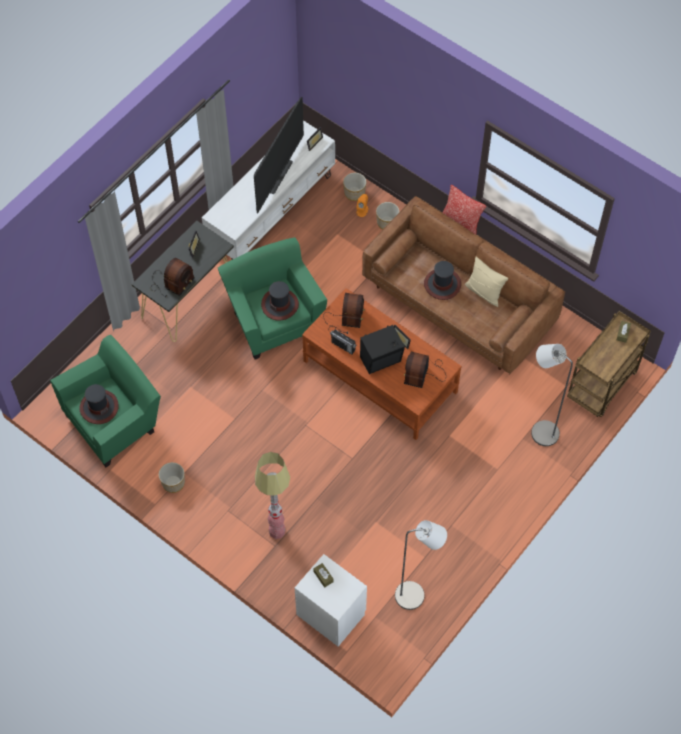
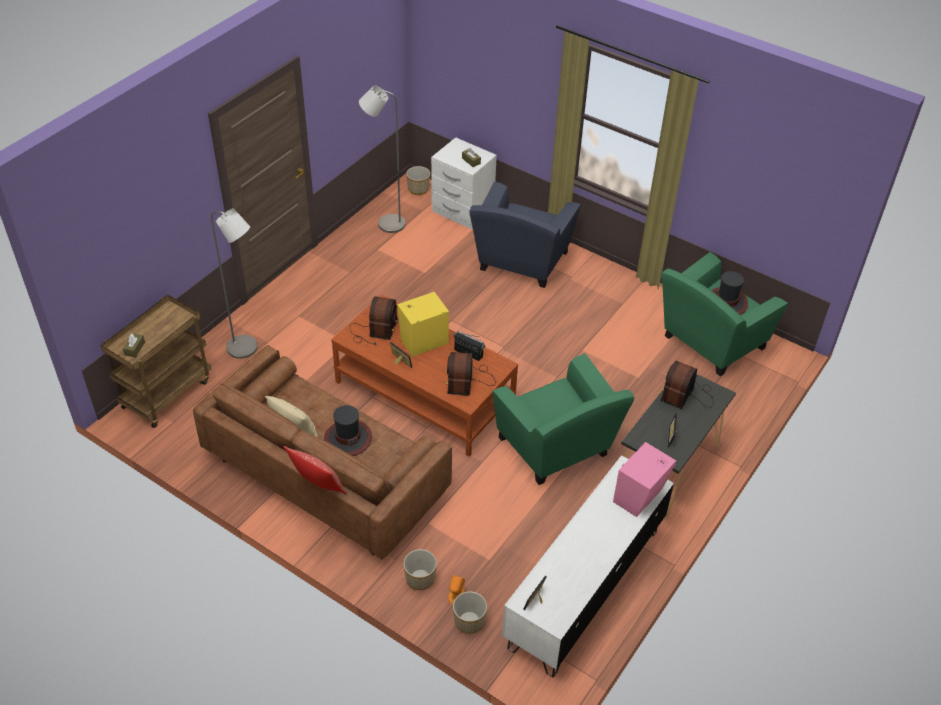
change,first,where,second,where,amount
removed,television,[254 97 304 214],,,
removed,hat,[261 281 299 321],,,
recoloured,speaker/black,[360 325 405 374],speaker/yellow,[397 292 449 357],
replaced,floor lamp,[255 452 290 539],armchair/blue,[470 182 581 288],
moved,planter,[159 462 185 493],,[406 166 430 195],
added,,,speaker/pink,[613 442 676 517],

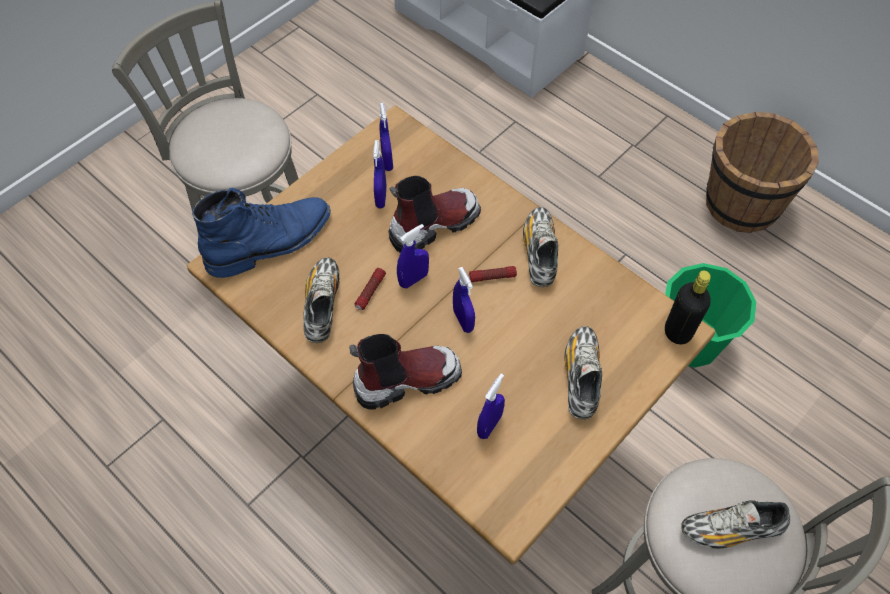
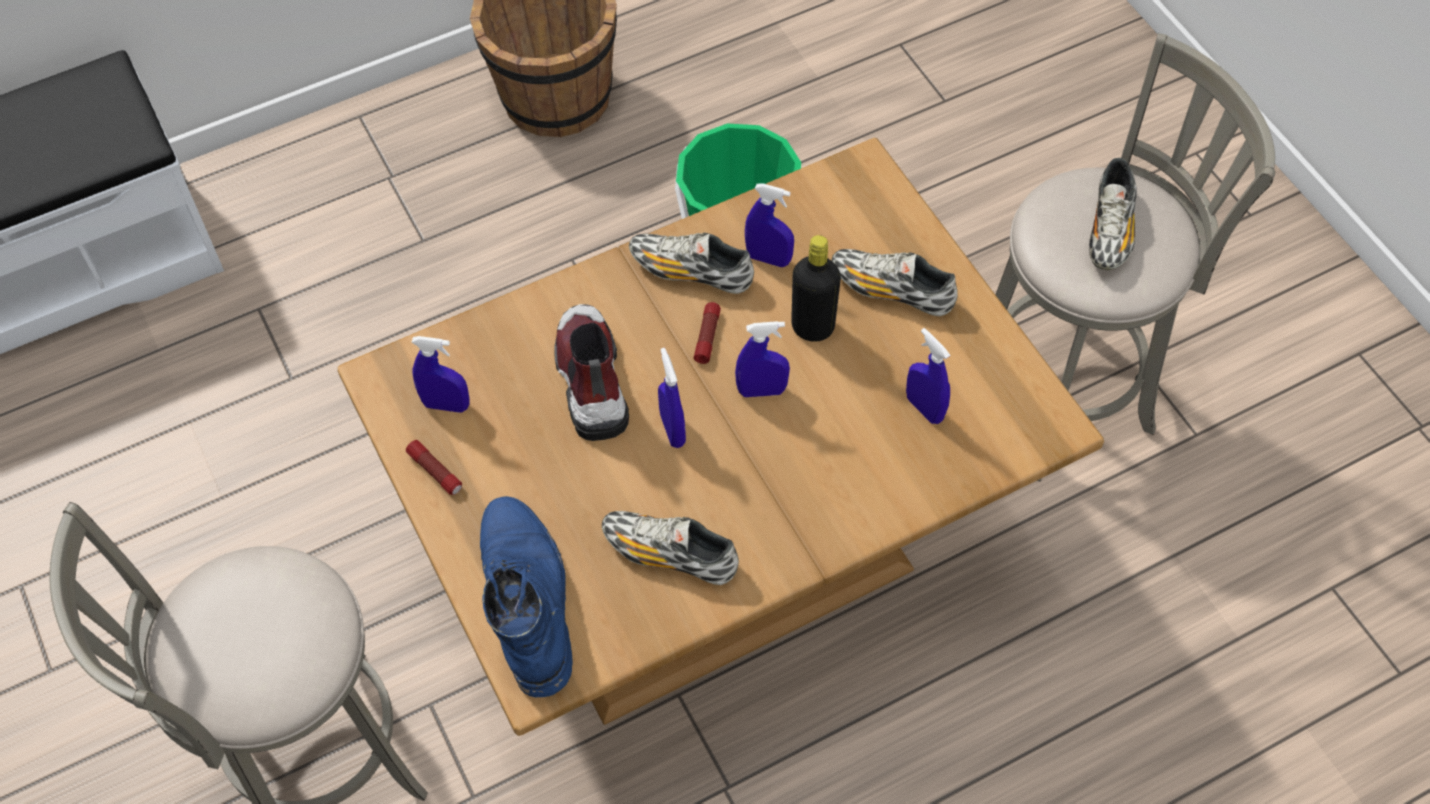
change,first,where,second,where,amount
moved,spray bottle/blue,[373 140 387 209],,[745 183 794 267],
moved,flashlight,[355 268 386 310],,[406 440 462 495],
moved,bottle/black,[665 270 711 345],,[791 235 841 342],
removed,boot,[349 334 462 410],,,

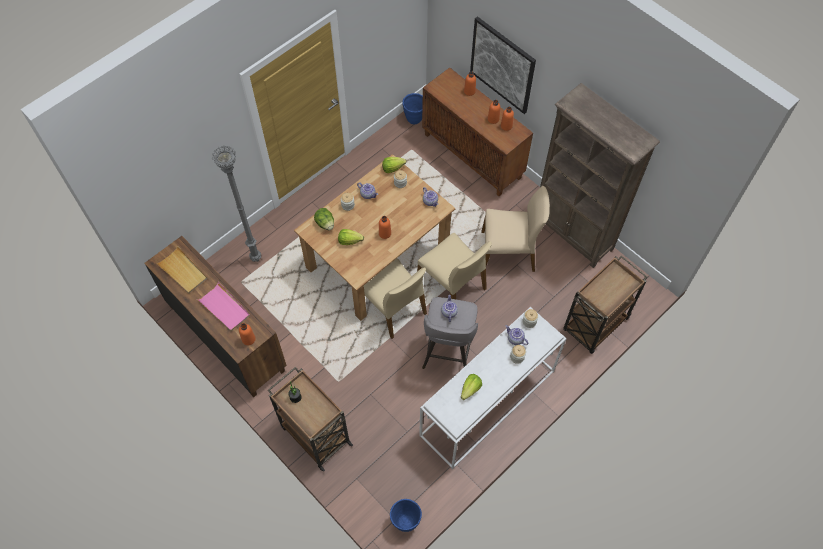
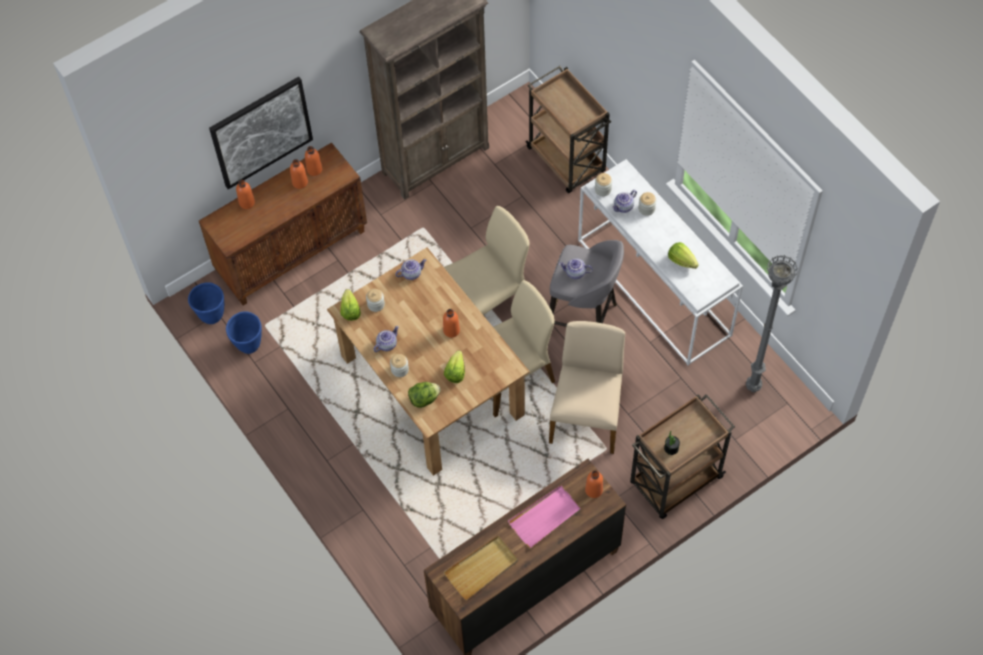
change,first,where,second,where,amount
moved,floor lamp/grey,[212 146 261 262],,[746 255 798 392],
moved,chair/beige,[482 186 550 272],,[549 321 625 454],
moved,planter/blue,[390 499 422 532],,[226 311 262 354],

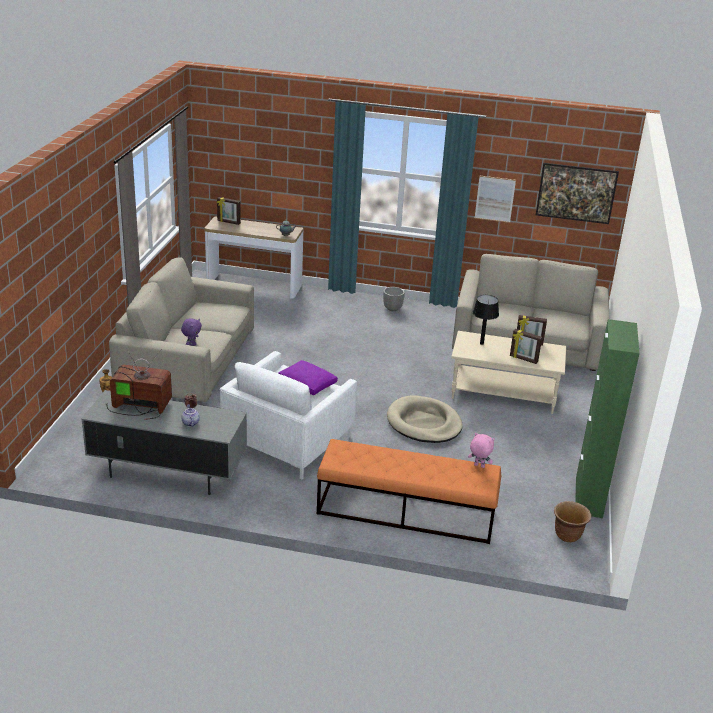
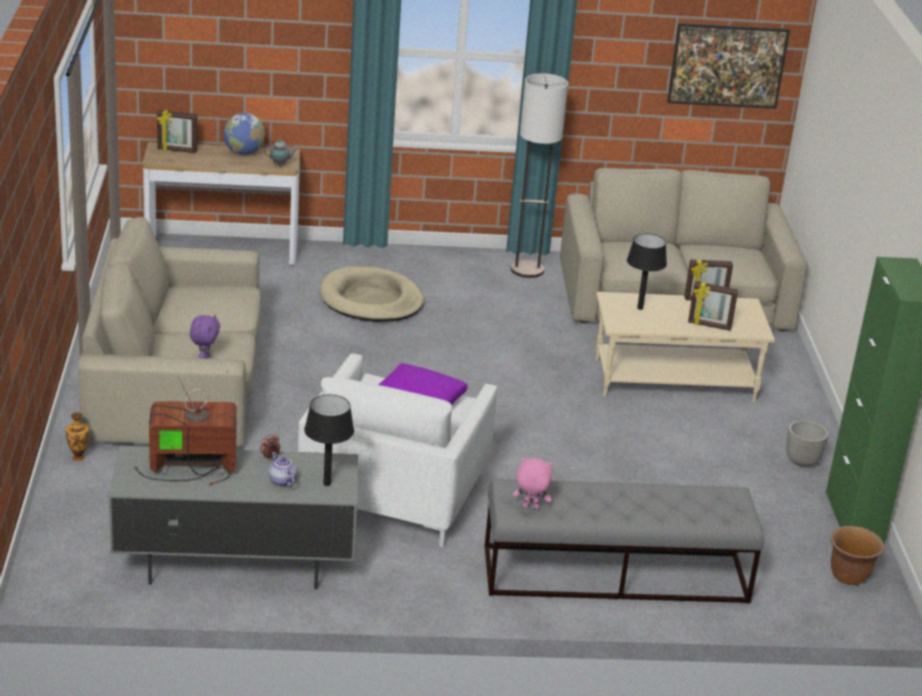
change,first,where,second,where,amount
removed,picture,[475 176 516 223],,,
moved,planter,[383 287 405 311],,[786 420 829 467],
moved,dog bed/beige,[387 395 463 443],,[320 266 424 322],
moved,plush toy/pink,[468 433 495 468],,[513 458 553 509],
recoloured,bench/orange,[317 439 501 544],bench/grey,[485 479 764 603],
added,,,floor lamp,[510 73 568 278],
added,,,globe,[223 113 265 155],
added,,,table lamp/black,[304 395 354 486],

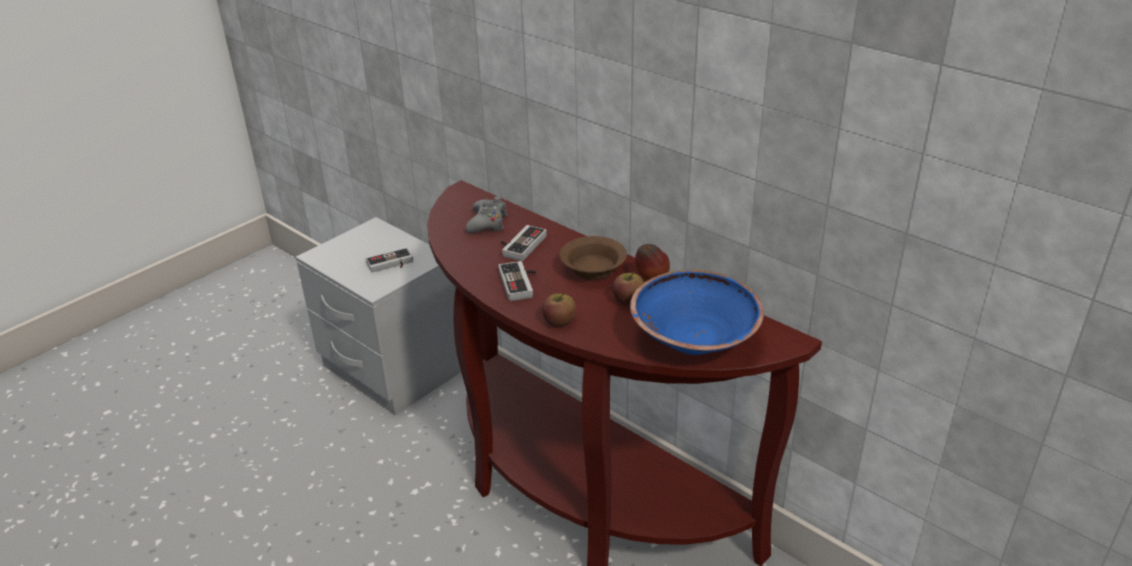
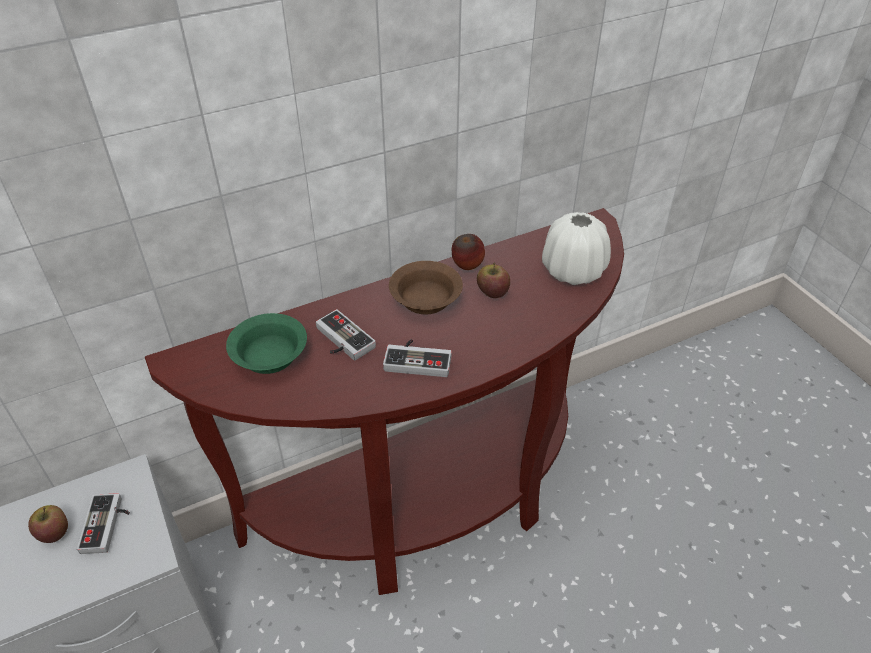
change,first,where,second,where,amount
replaced,game controller/grey,[465 196 508 233],bowl/green,[226 313 307 374],
replaced,bowl/blue,[630 270 764 355],vase/white,[542 212 611 285],
moved,apple,[542 293 576 327],,[28 505 68 543],

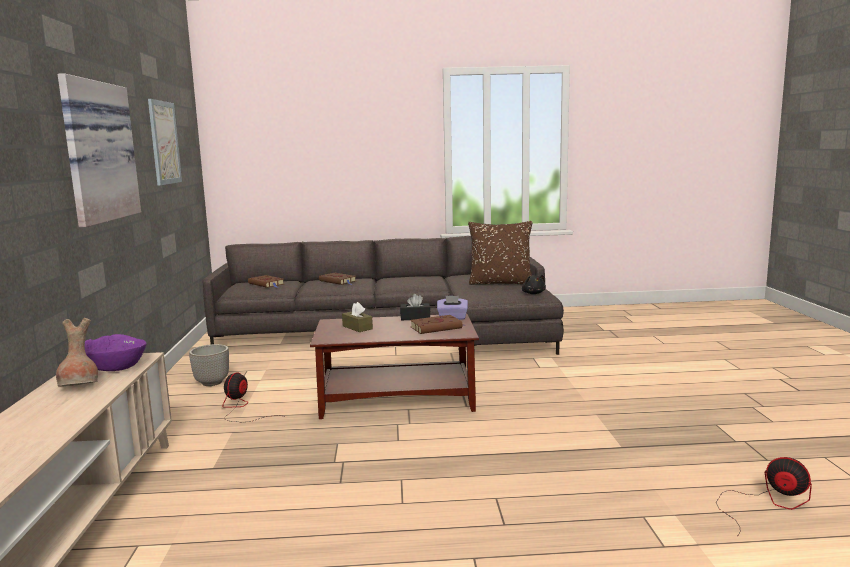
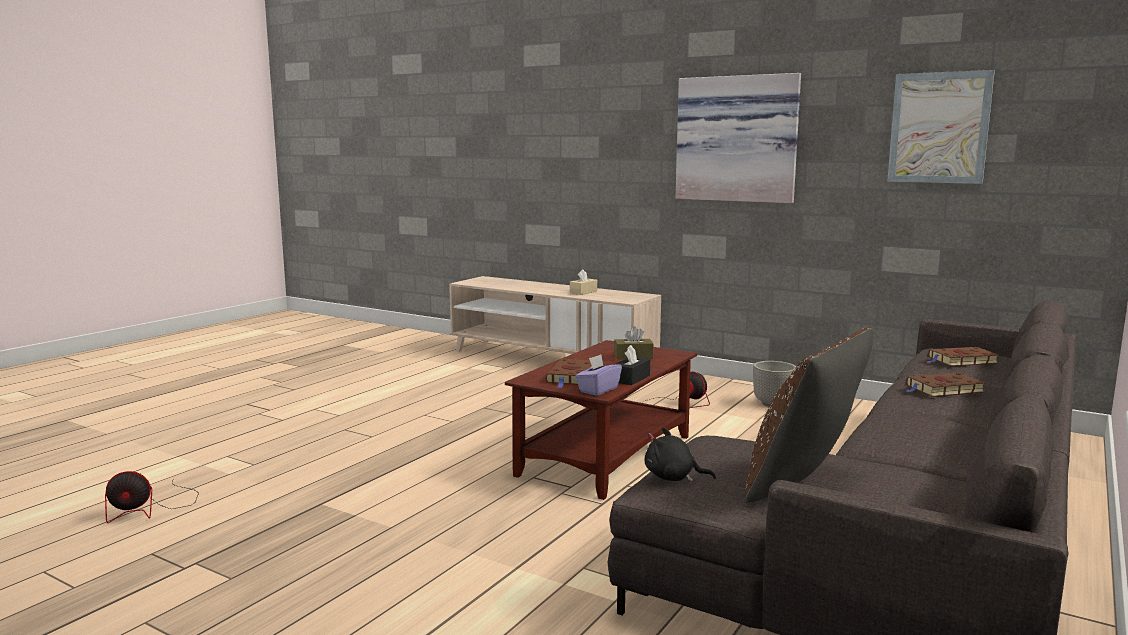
change,first,where,second,where,amount
replaced,vase/brown,[56 318 98 387],tissue box/beige,[570 269 597 295],
removed,bowl/purple,[85 334 147 371],,,

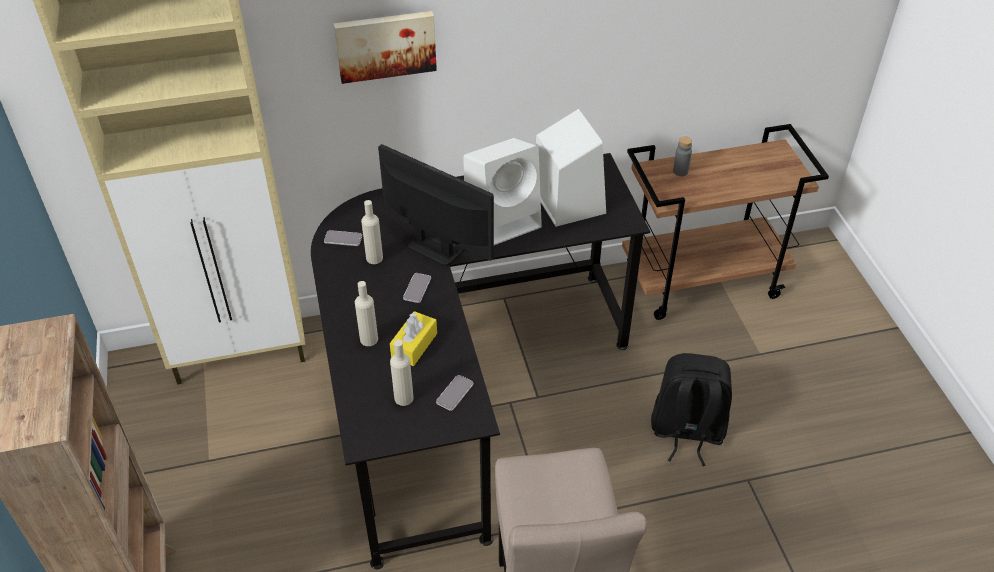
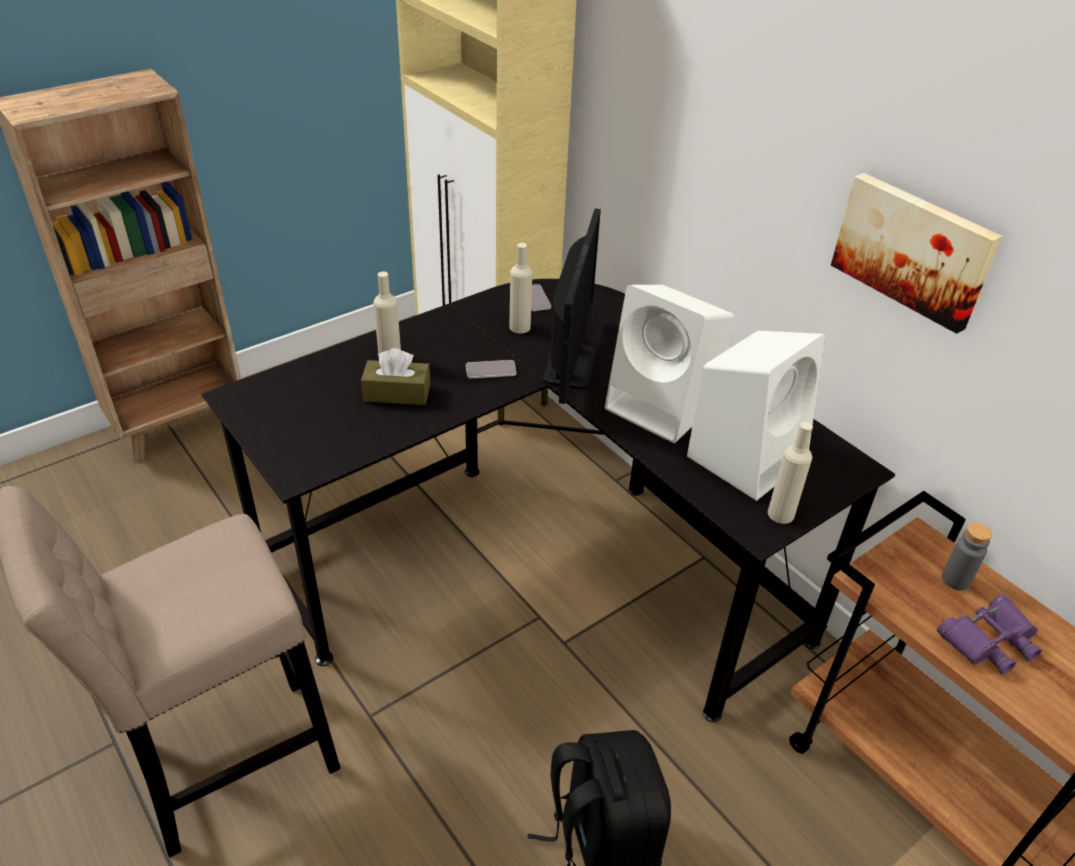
change,first,where,second,where,amount
moved,picture,[334 11 437 84],,[831 173 1002 334],
recoloured,tissue box/yellow,[390 311 437 366],tissue box/brown,[361 348 430 405],
moved,bottle/beige,[390 340 414 406],,[768 422 813 524],
removed,phone,[436 375 473 411],,,
added,,,binoculars/purple,[937 594 1042 675],

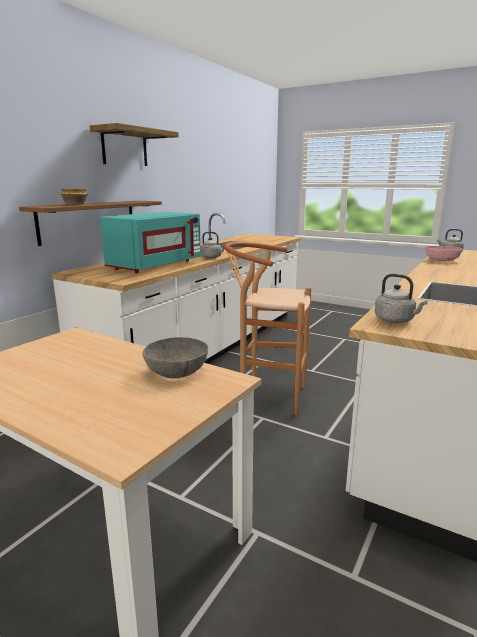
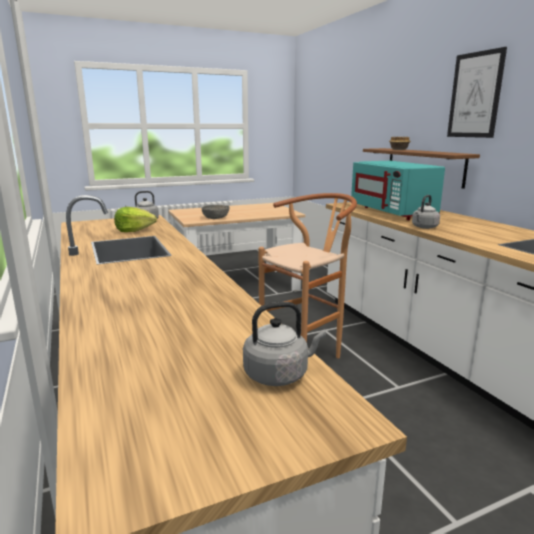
change,first,where,second,where,amount
replaced,shelf,[90 123 179 166],picture,[447 47 507 138],
removed,bowl/pink,[425 246 463 261],,,
added,,,lettuce,[114 207 157 232],

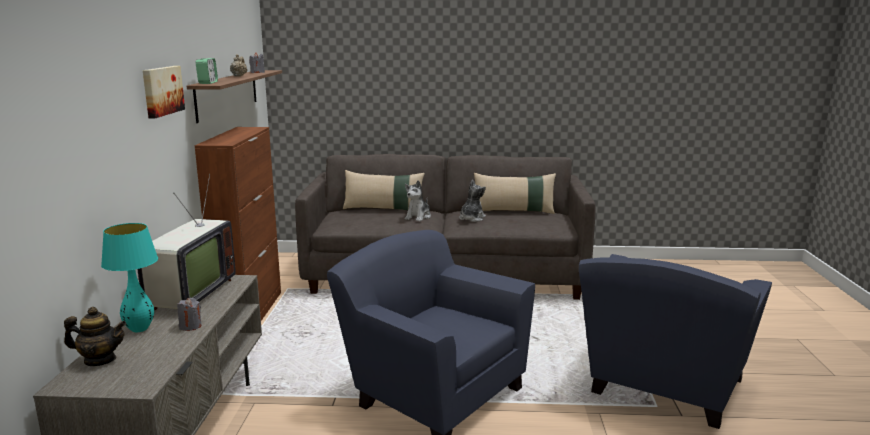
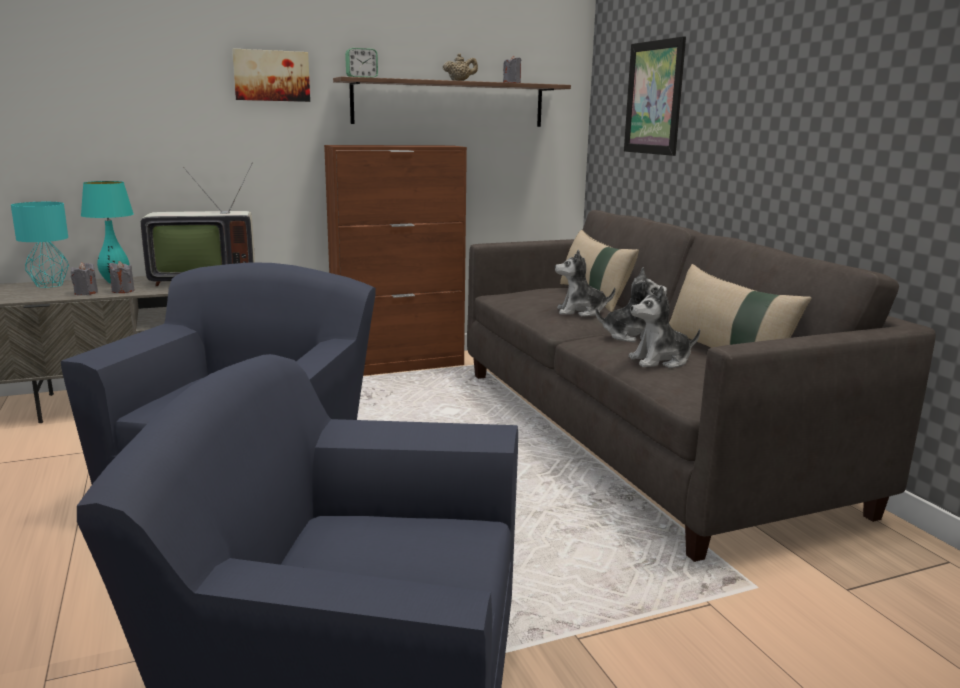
change,first,where,second,where,amount
replaced,teapot,[64 307 126 366],table lamp/turquoise,[11 202 69 288],
added,,,picture,[624 36 686 156],
added,,,candle/grey,[71 262 98 295],
added,,,plush toy,[628 286 700 368],

